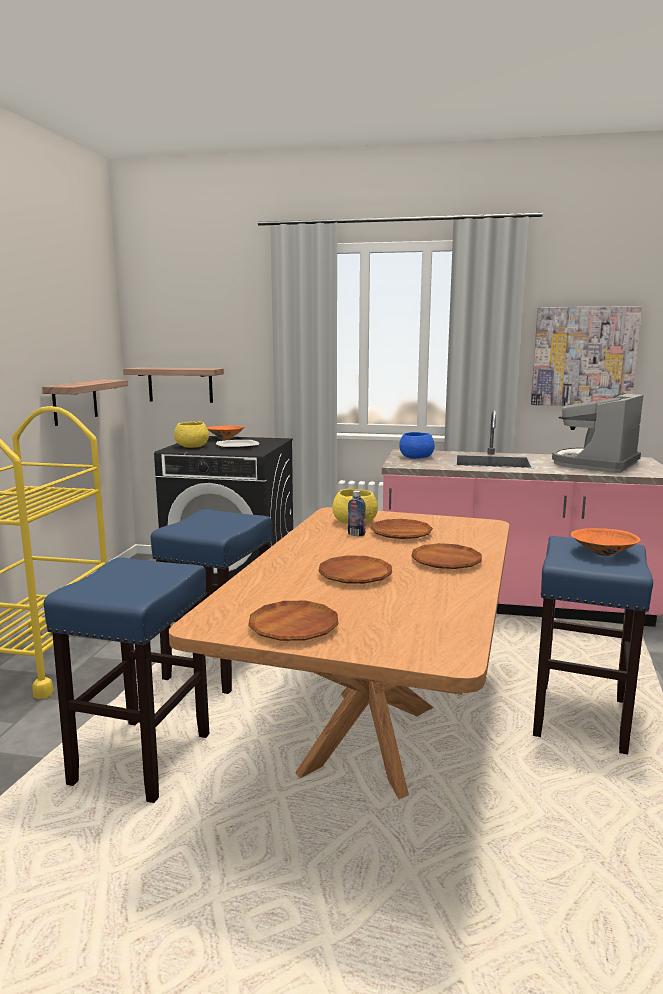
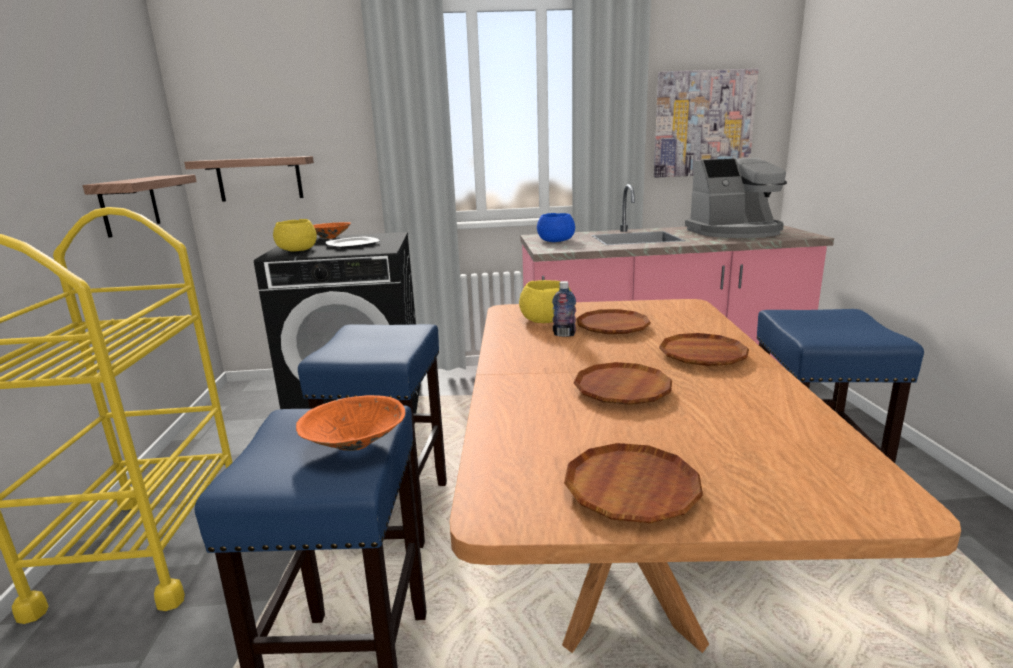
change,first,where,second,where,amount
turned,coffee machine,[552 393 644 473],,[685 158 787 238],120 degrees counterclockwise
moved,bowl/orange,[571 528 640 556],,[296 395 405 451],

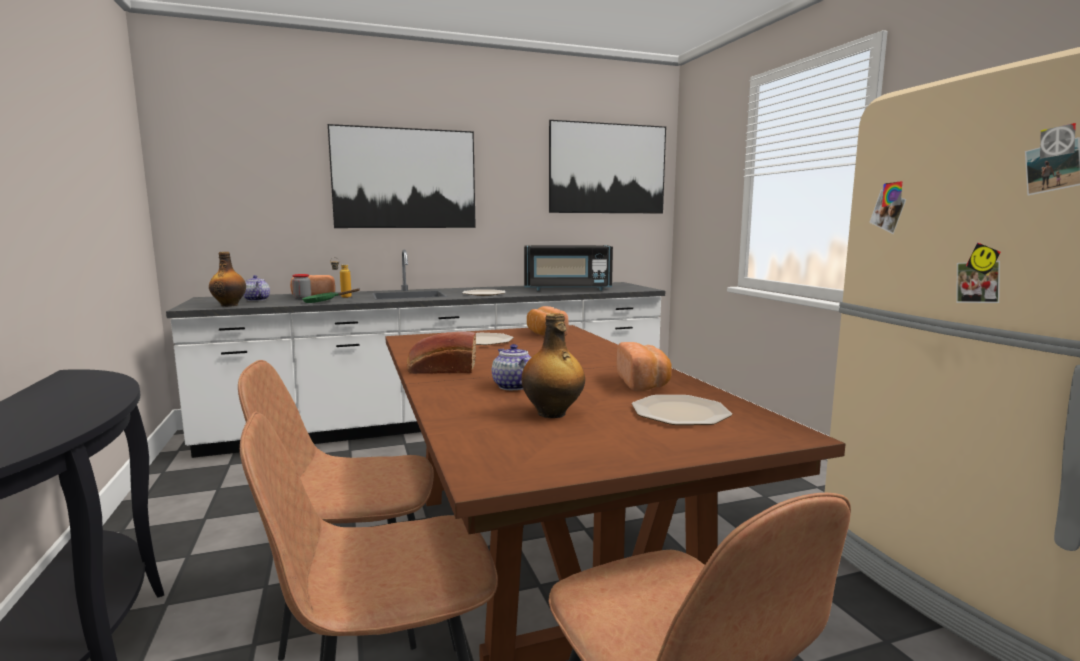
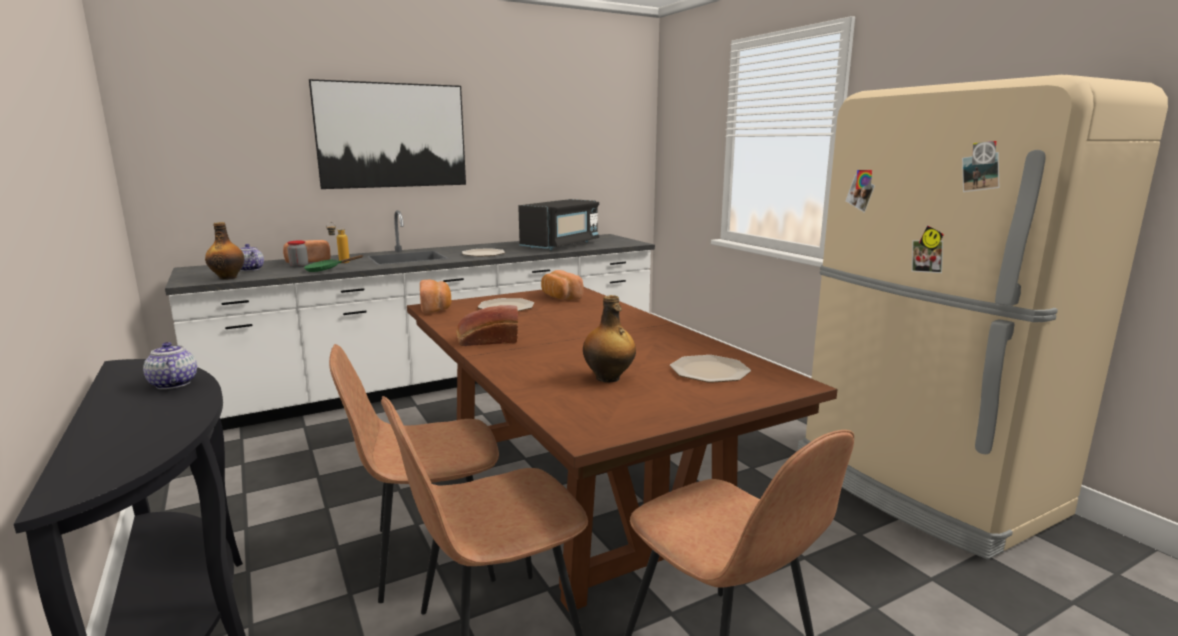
change,first,where,second,where,amount
removed,picture,[549 120 666 213],,,
turned,microwave/black,[524 245 613 291],,[518 199 599 250],45 degrees counterclockwise
moved,bread,[616 342 672 391],,[420 280 451 313],
moved,teapot,[492 344 531 390],,[143 342 197 389],

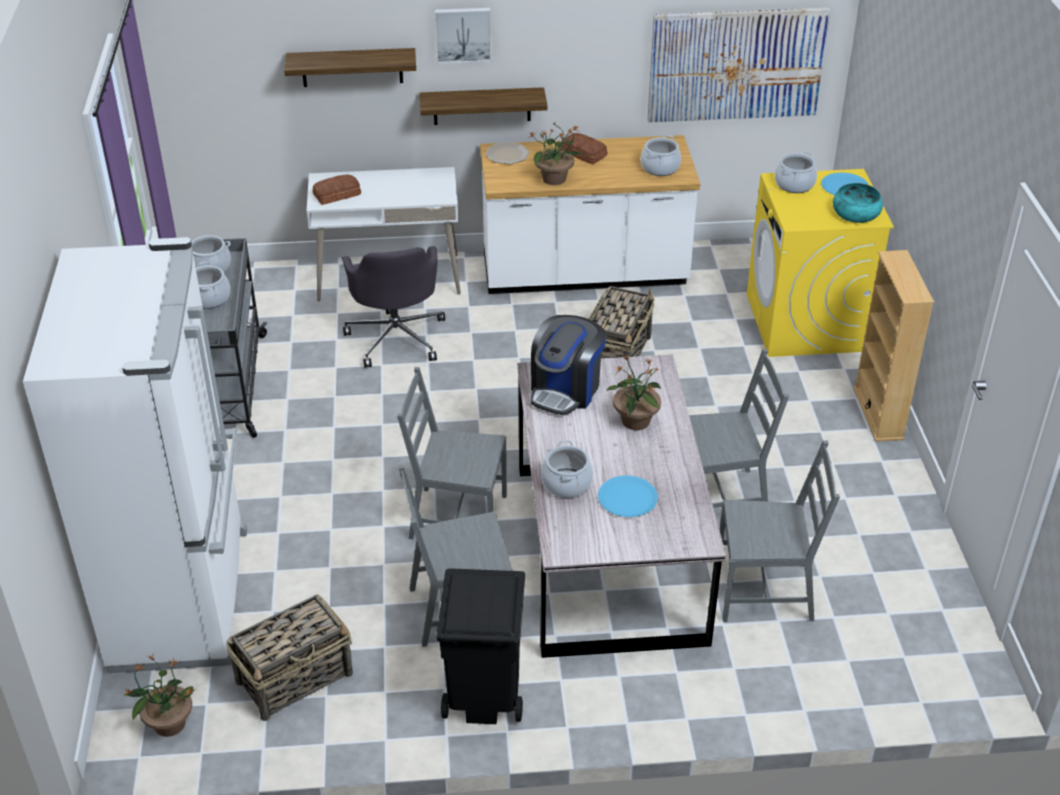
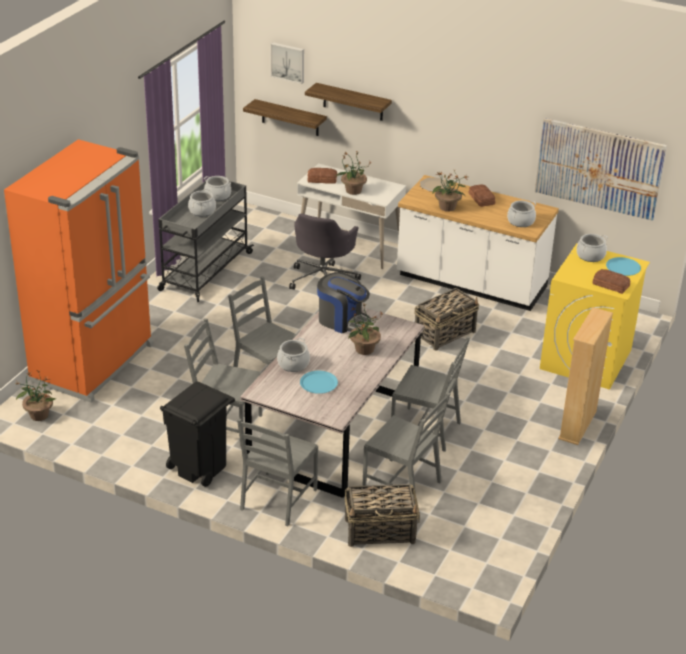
change,first,where,second,where,amount
moved,picture,[435 8 491 64],,[271 42 304 84],
moved,shelf,[419 87 548 125],,[243 99 327 136],
replaced,bowl/turquoise,[833 183 883 223],bread,[593 269 630 294],
recoloured,fridge/white,[23 237 247 673],fridge/orange,[4 139 153 403],
turned,coffee machine,[530 315 606 415],,[317 272 371 334],120 degrees counterclockwise
moved,basket,[226 594 353 721],,[345 484 420 547],
added,,,potted plant,[336 151 371 195],
added,,,chair/grey,[237 419 318 526],

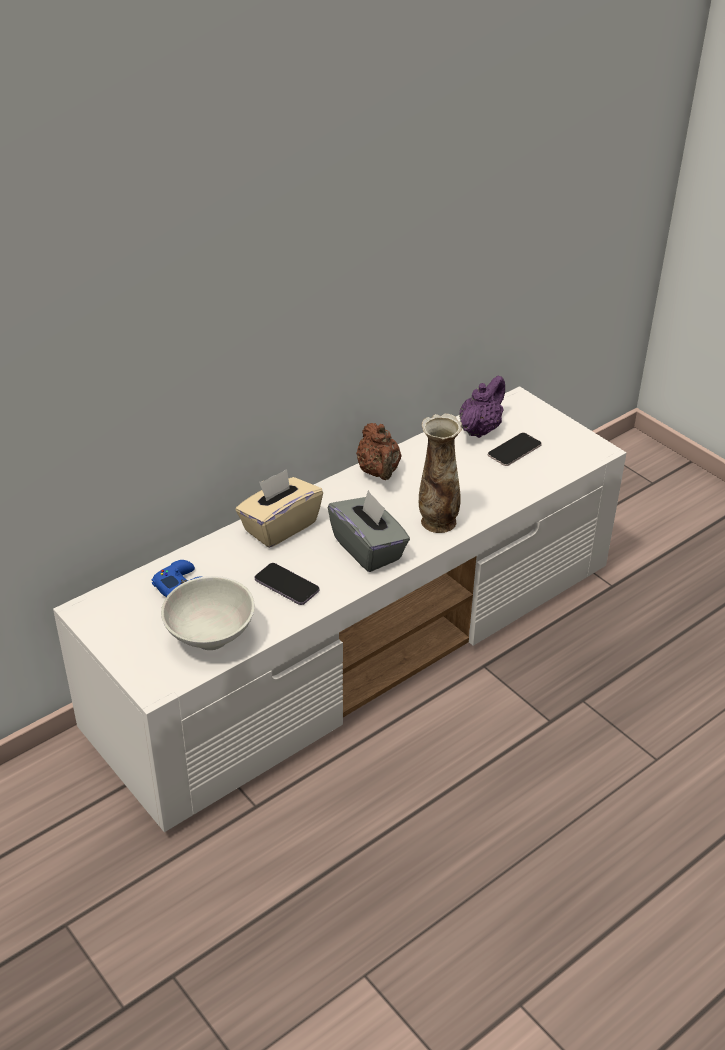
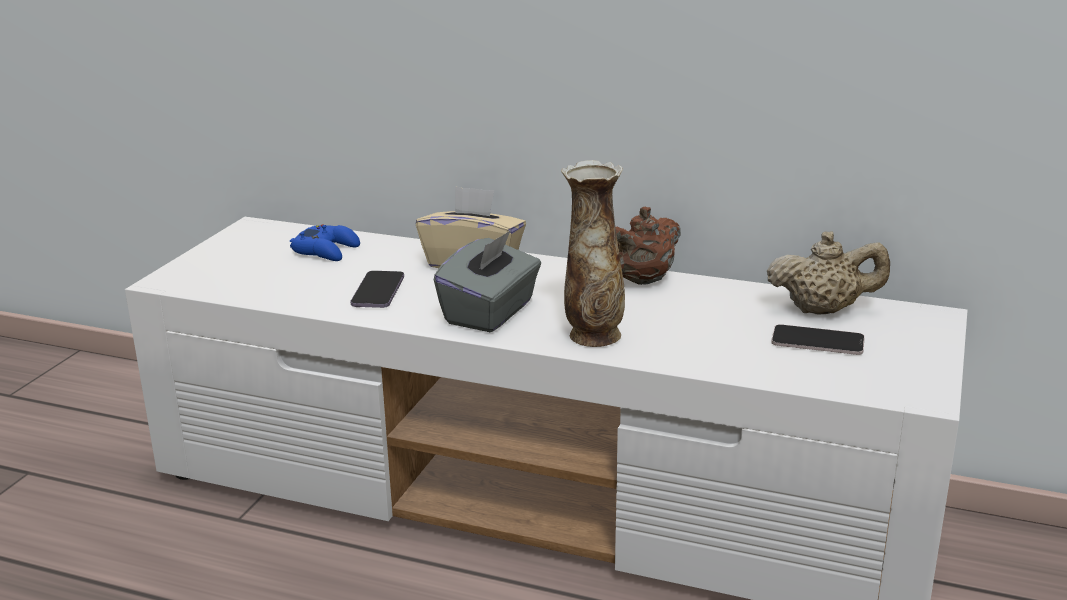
change,first,where,second,where,amount
recoloured,teapot/purple,[459 376 505 438],teapot/beige,[767 231 890 315],
removed,bowl/white,[161 576 255 650],,,

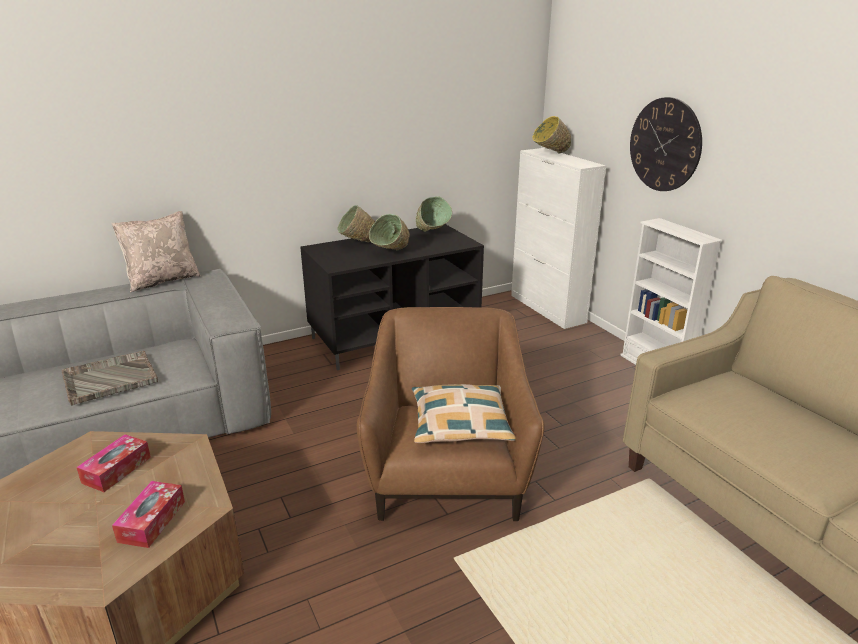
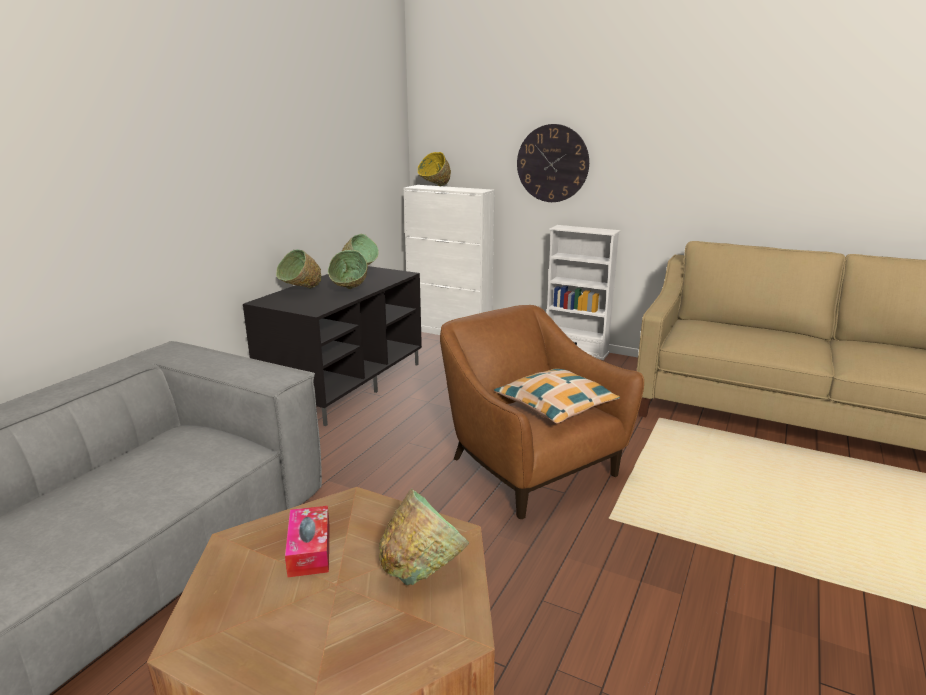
change,first,where,second,where,amount
removed,pillow/beige,[111 211 201 293],,,
removed,tray/grey,[62 351 158 406],,,
replaced,tissue box,[112 481 185 548],bowl/green,[379 488 469 585],

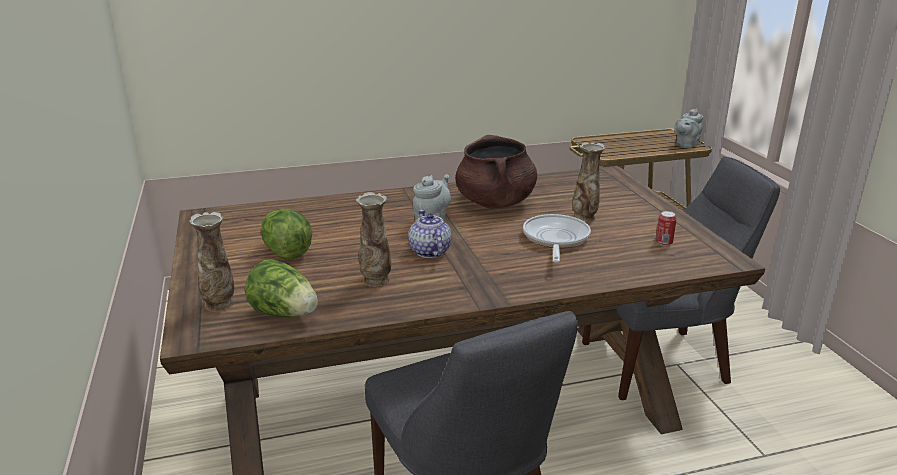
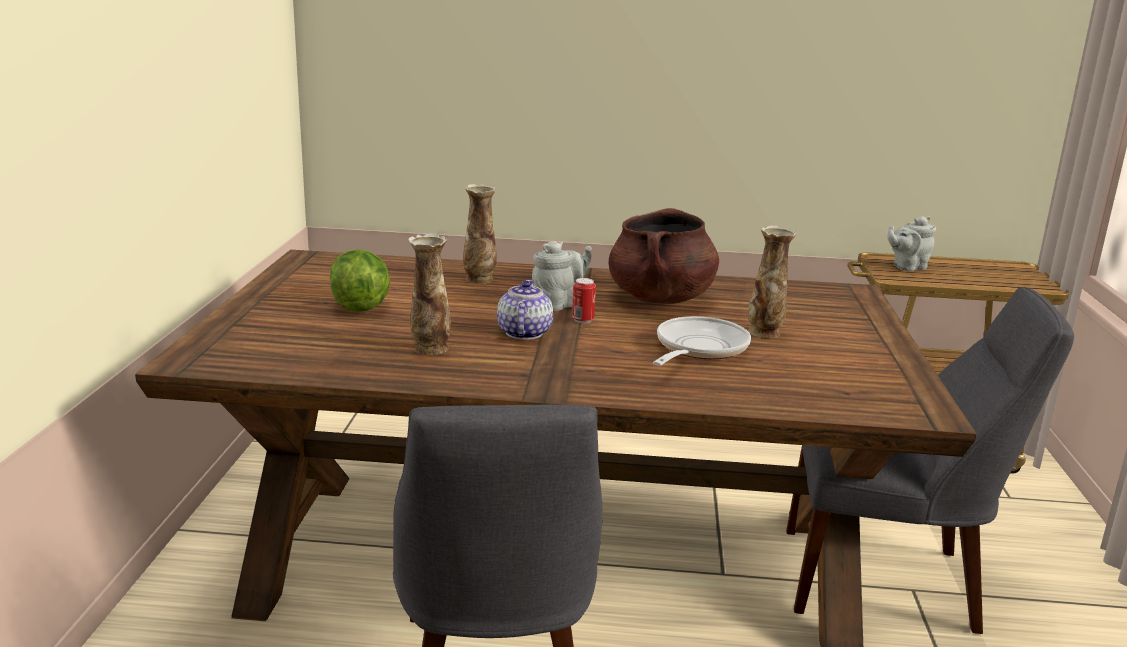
change,first,where,second,where,amount
moved,teapot/grey,[674 108 703 148],,[887 216 936 271],
moved,can,[655 211 677 246],,[572 278 596 324],
moved,vase,[189 212 234 312],,[463 184 497 284],
removed,lettuce,[245 259 318 317],,,

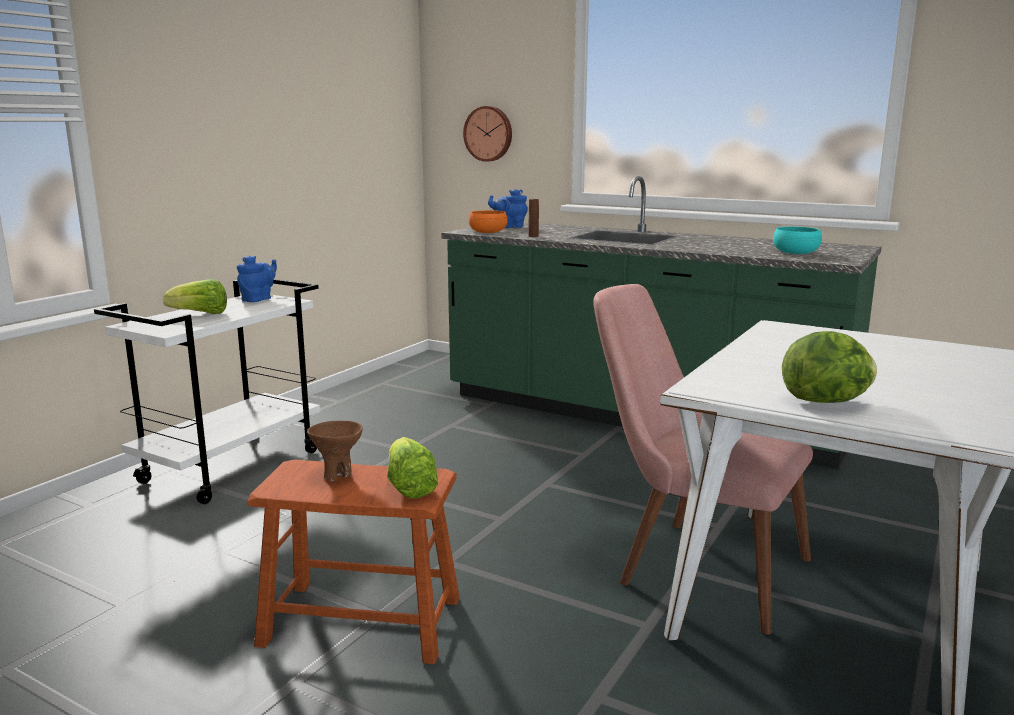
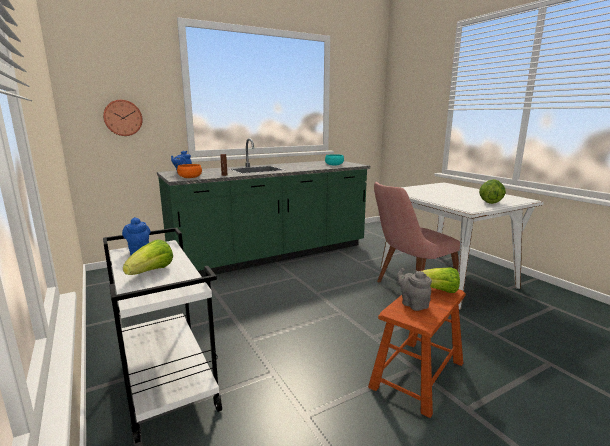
change,first,where,second,where,amount
replaced,bowl/brown,[307 421 363 481],teapot/grey,[397 268 432 311],

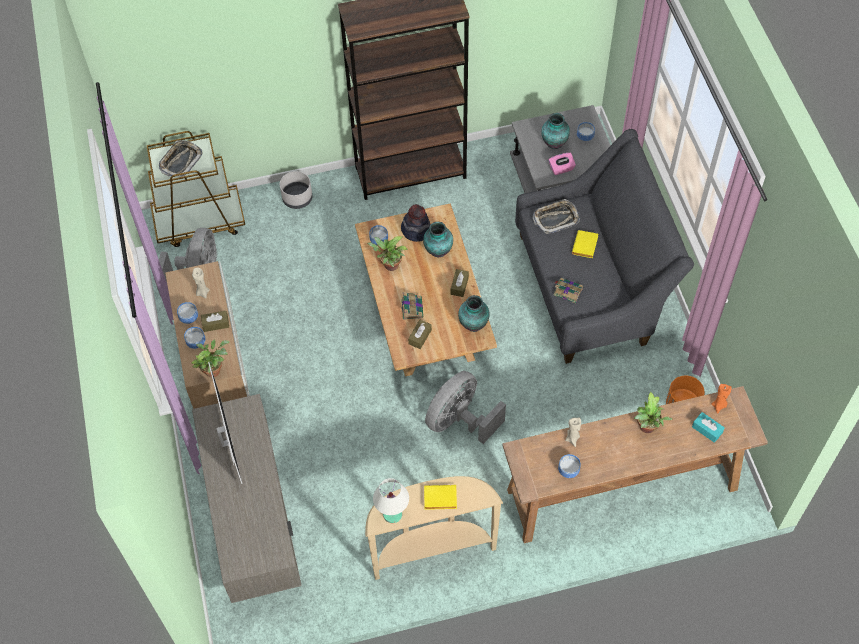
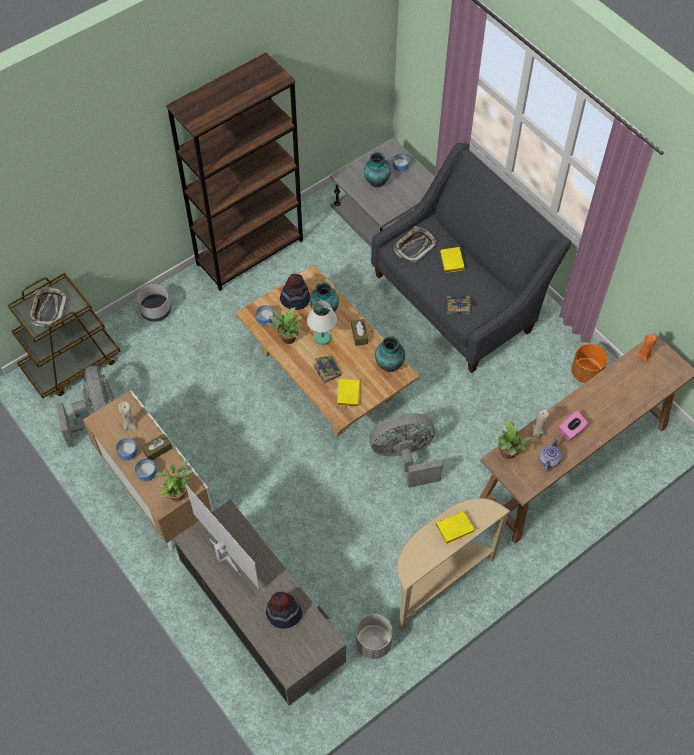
change,first,where,second,where,amount
moved,tissue box/pink,[549 153 576 175],,[559 411 588 441],
replaced,tissue box/brown,[408 320 432 349],book/yellow,[337 379 360 407],
turned,fan/grey,[425 371 506 444],,[369 413 443 488],60 degrees clockwise
moved,potted plant,[634 391 672 433],,[498 420 532 459],
removed,tissue box/turquoise,[692 412 725 443],,,
replaced,bowl,[558 454 581 478],teapot,[539 438 562 472],
moved,table lamp/white,[373 478 409 523],,[307 301 337 345],
added,,,hat,[266 592 302 629],
added,,,planter/grey,[356 614 393 659],

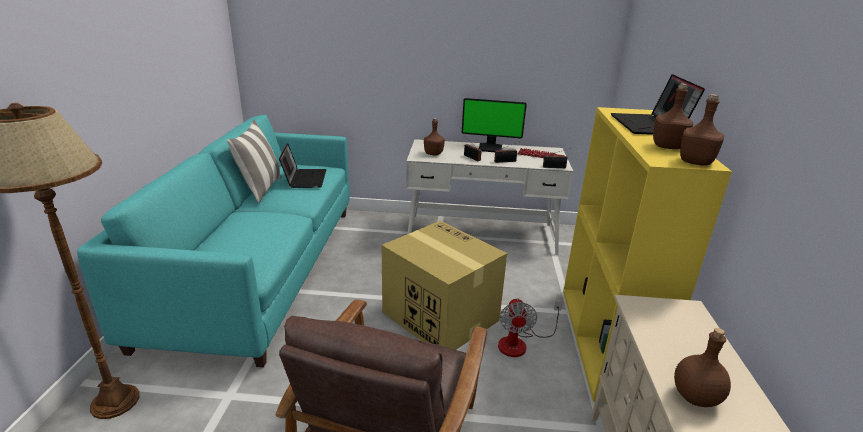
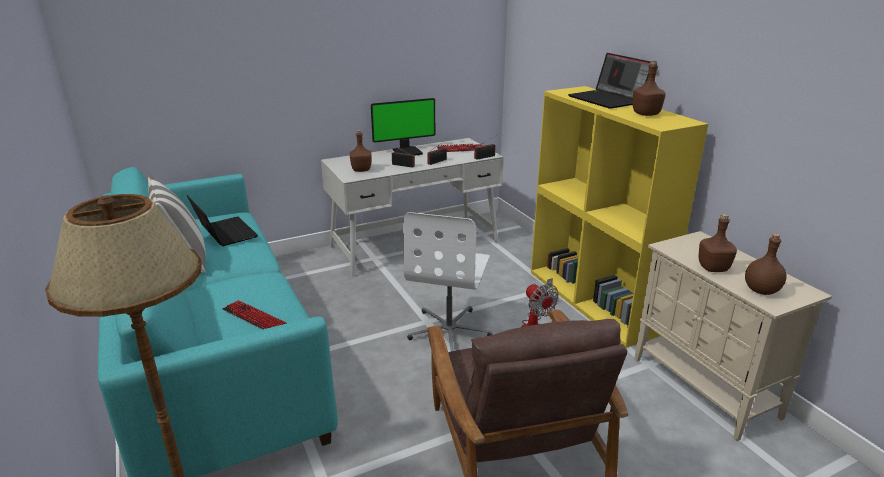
change,first,where,second,where,amount
moved,bottle/brown,[680 94 724 166],,[699 214 737 272],
replaced,cardboard box,[382 221 507 350],office chair/white,[403 212 493 352],
added,,,keyboard,[222 300 287 329],

